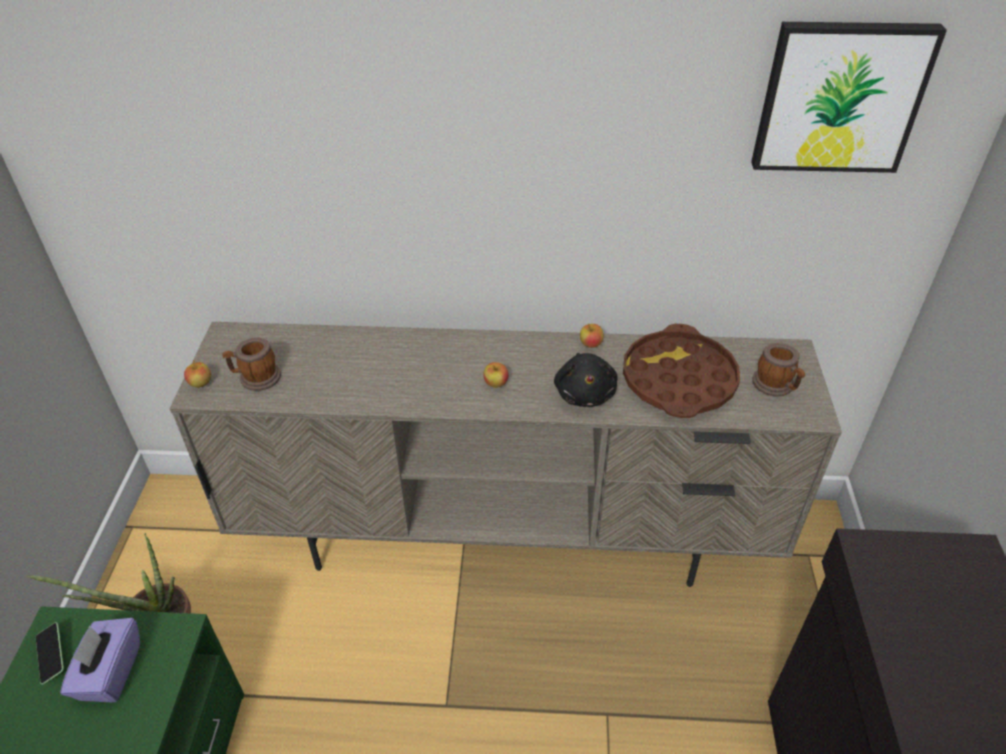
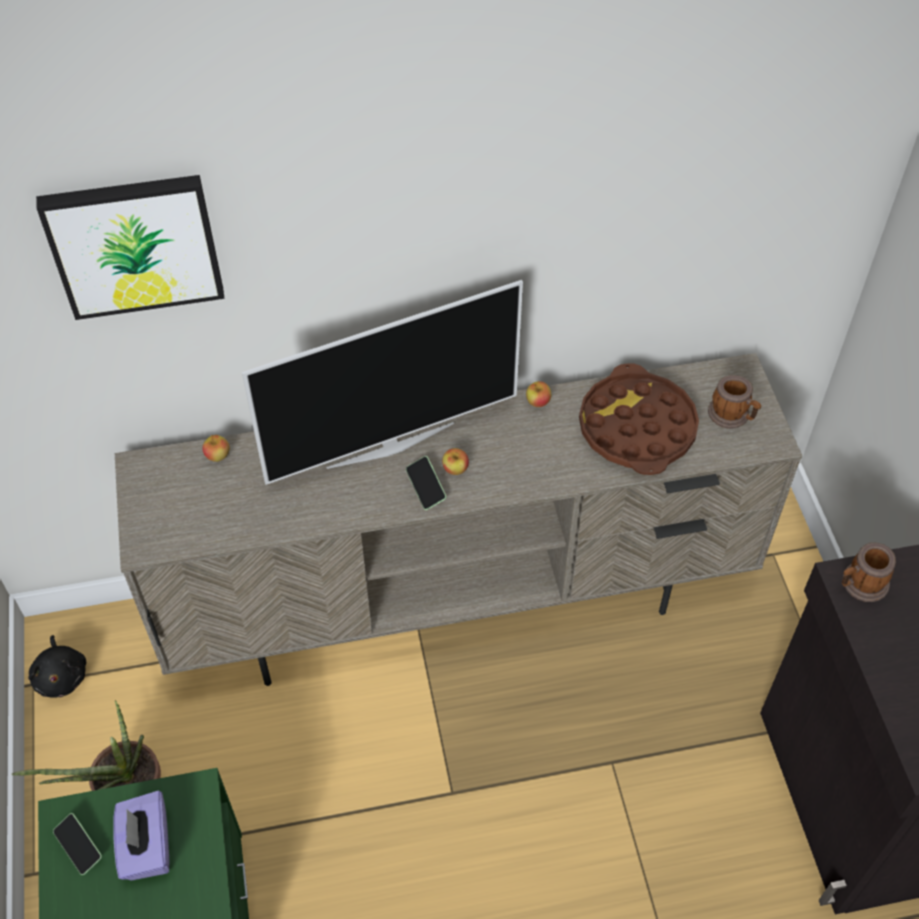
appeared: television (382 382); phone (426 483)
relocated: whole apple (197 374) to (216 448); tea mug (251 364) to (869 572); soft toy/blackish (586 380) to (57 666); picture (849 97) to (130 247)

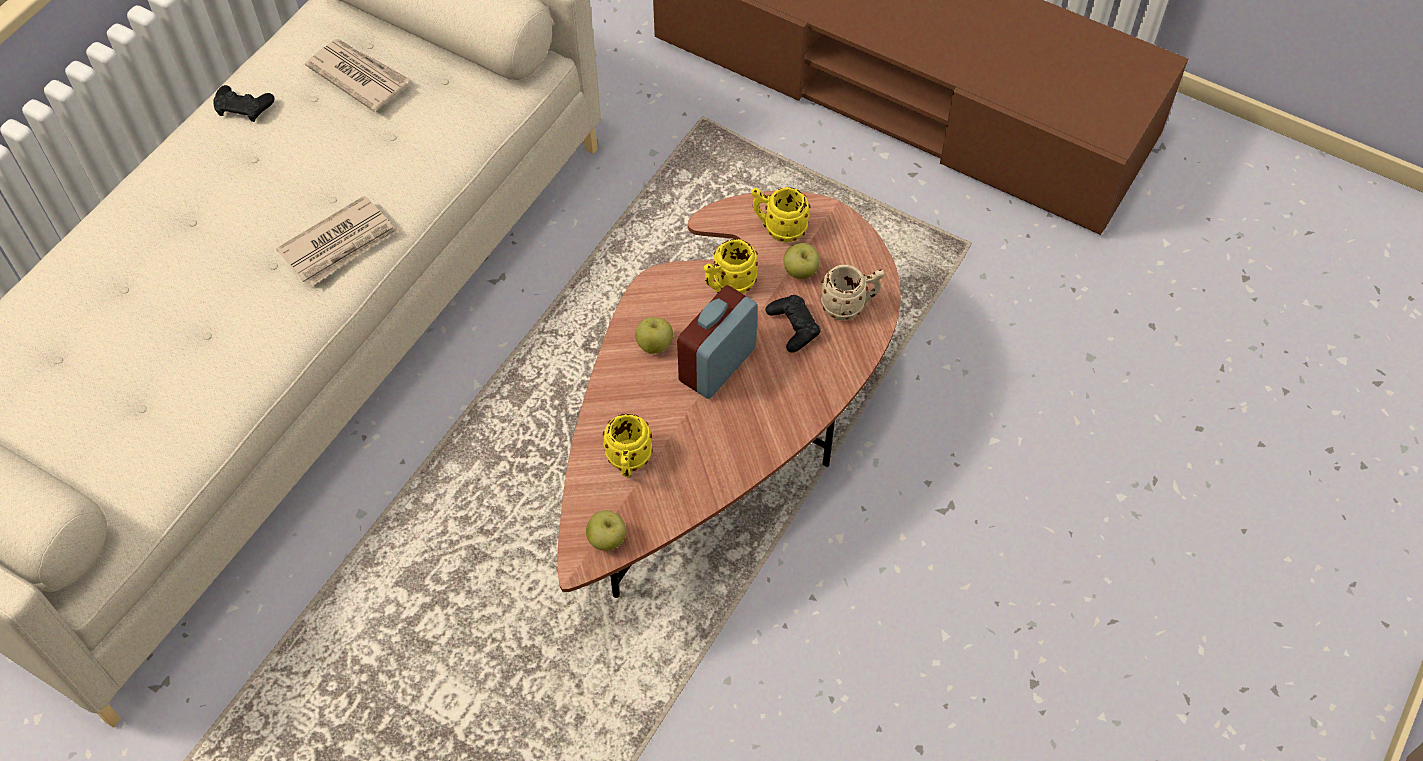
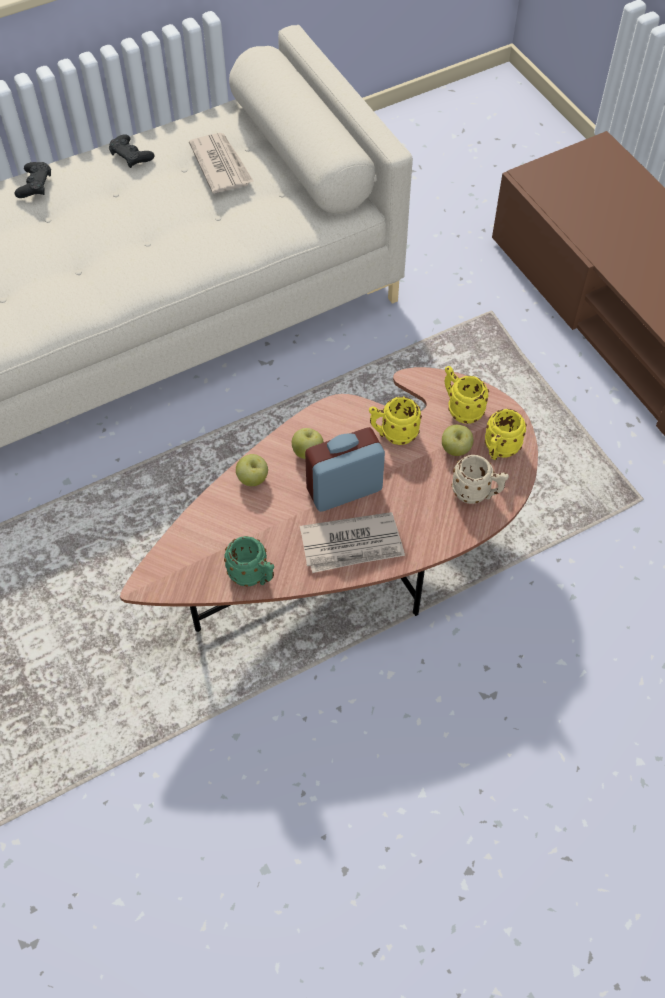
appeared: tea mug/green (249 561)
relocated: newspaper (337 241) to (352 542); whole apple (606 530) to (252 470); tea mug/yellowish (628 445) to (506 434); gamepad/blackish (793 324) to (32 180)

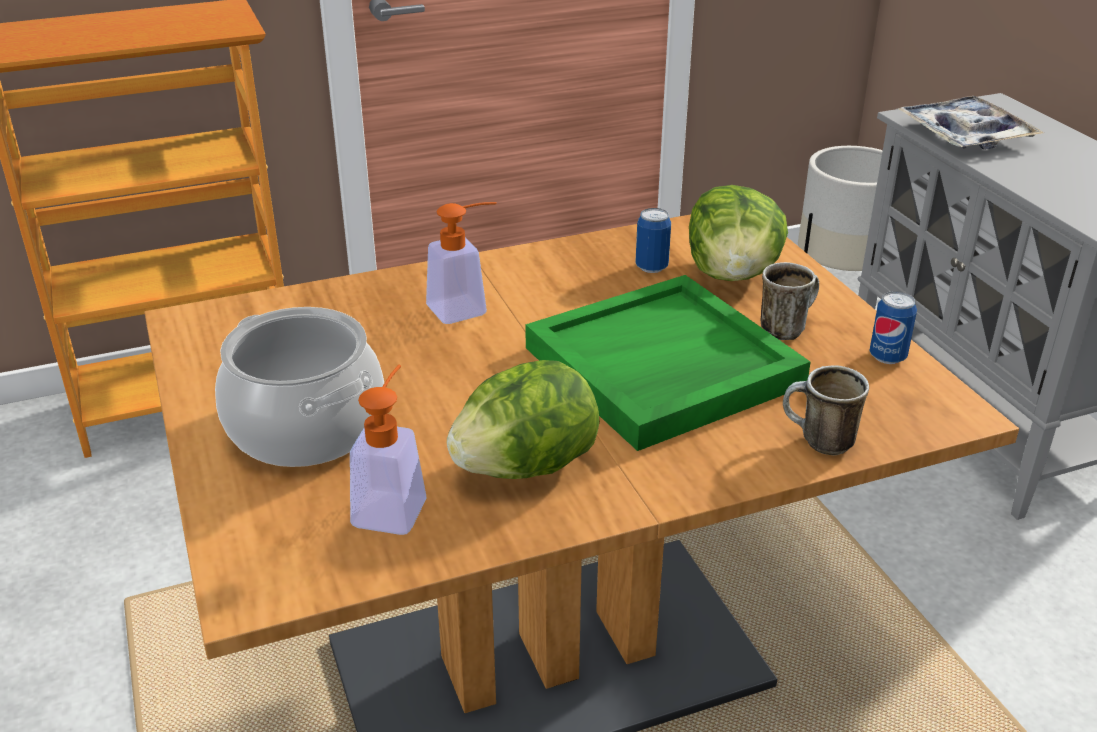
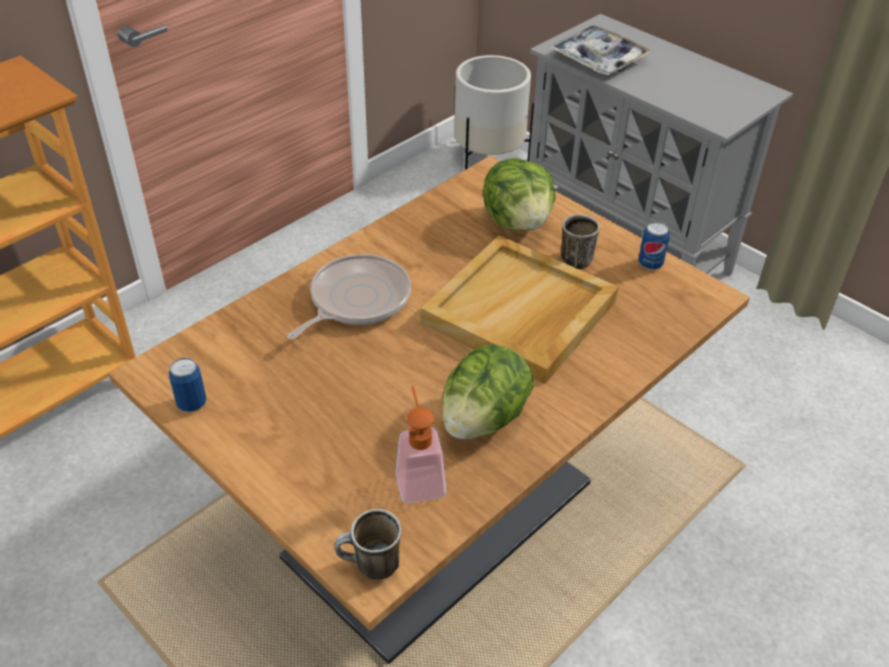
missing: saucepot (299 387)
relocated: can (653 240) to (187 384); tea mug (826 410) to (368 544)
exchanged: soap dispenser (461 263) to frying pan (349 297)
colour: serving tray/green (668 363) to serving tray/beige (519 309)

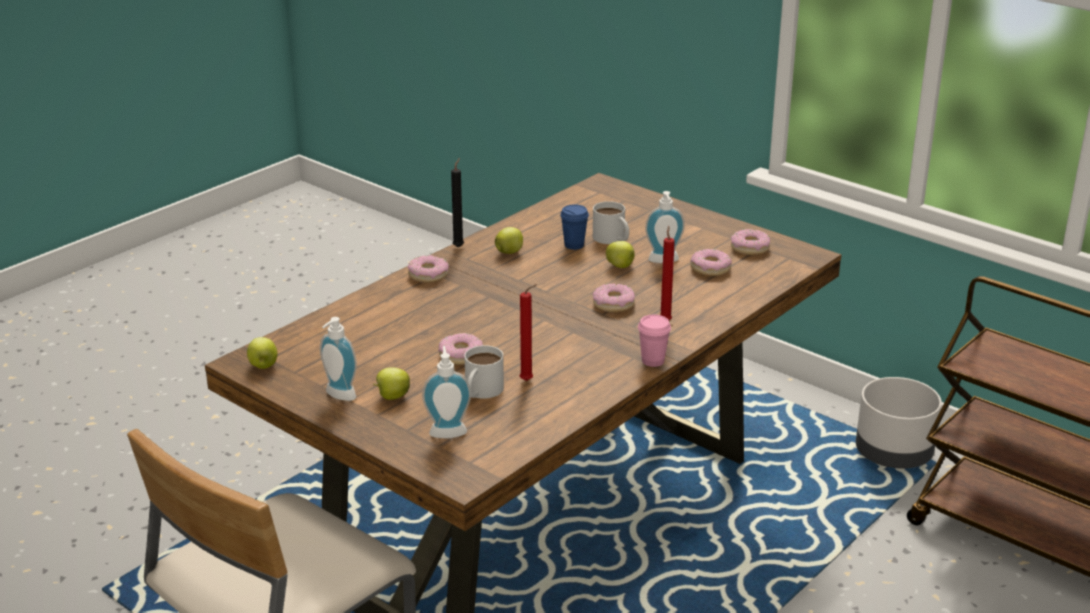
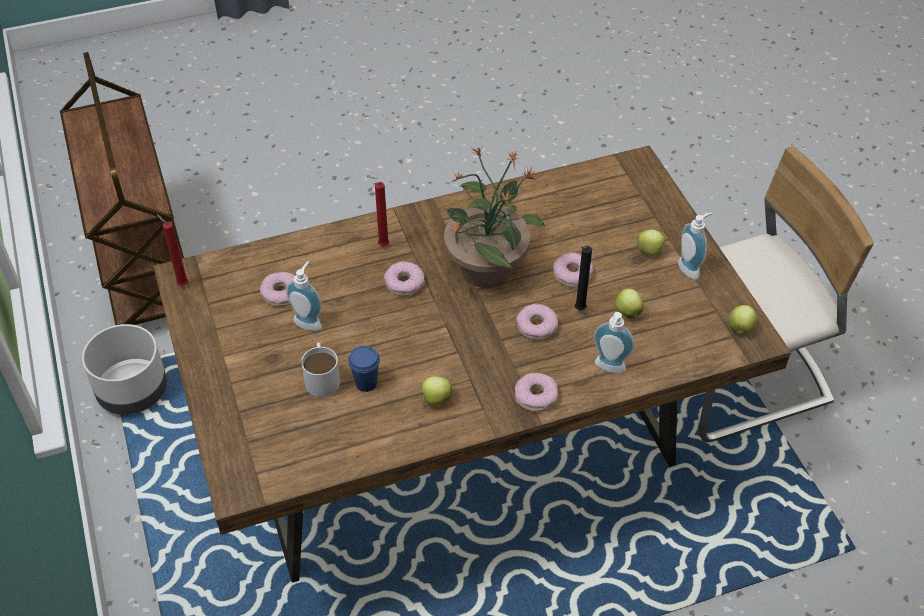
missing: tea mug/white-coloured (484 372); small cup/pink (654 341)
appeared: houseplant (494 217)
relocated: soap dispenser (446 392) to (614 342); wax light/blackish (457 202) to (583 278); wax light/reddish (529 332) to (172 250); whole apple (620 254) to (629 303); donut (750 242) to (537 322)

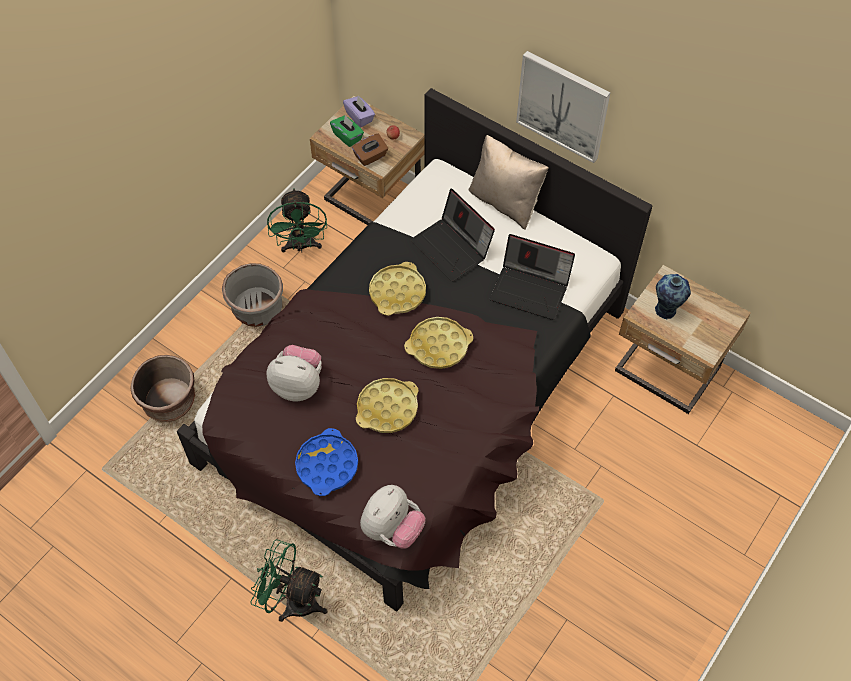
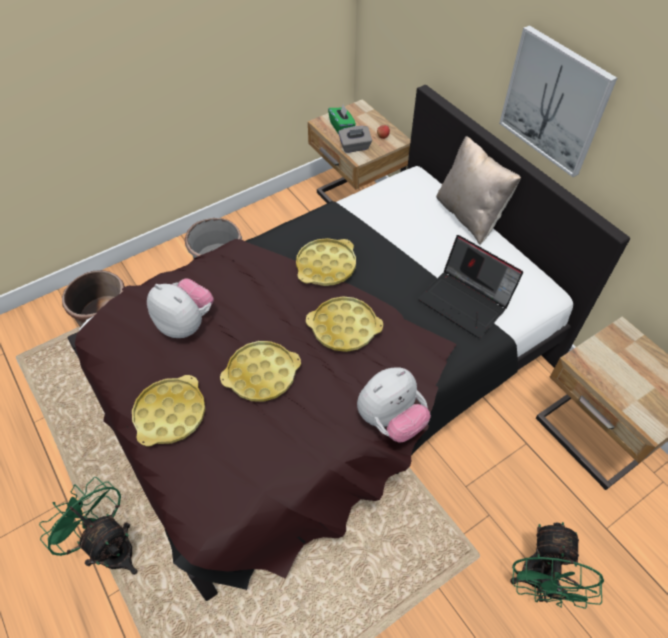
missing: box of tissues/purple-coloured (359 111); laptop (453 234); flower vase (673 297)
relocated: cooling fan/green (297 220) to (557 565); soft toy (392 517) to (394 404)
colour: serving tray/blue-coloured (326 462) to serving tray/yellowish (168 410); box of tissues/brown-coloured (370 150) to box of tissues/grey (355 139)

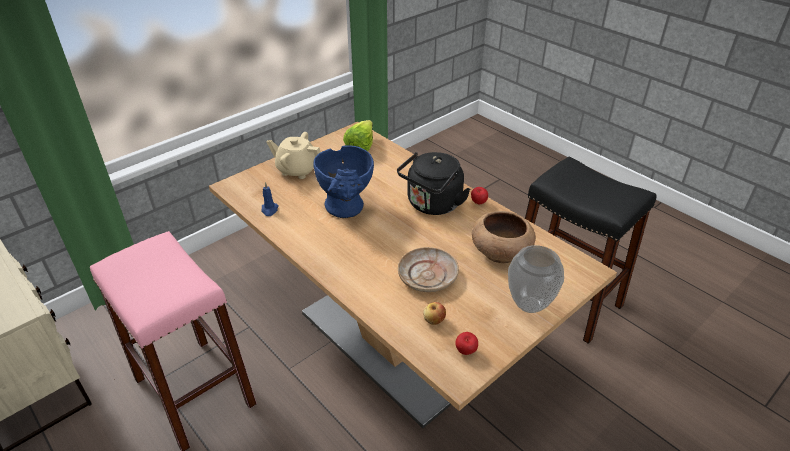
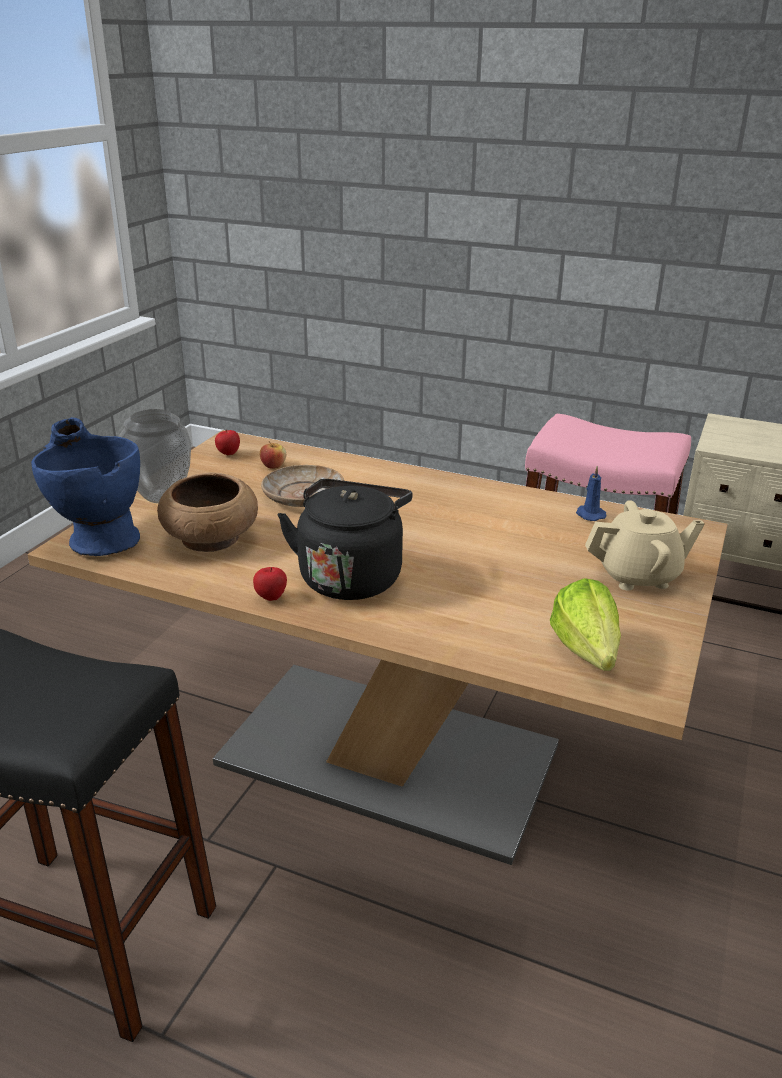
relocated: flower vase/blue-coloured (343 181) to (85 486)

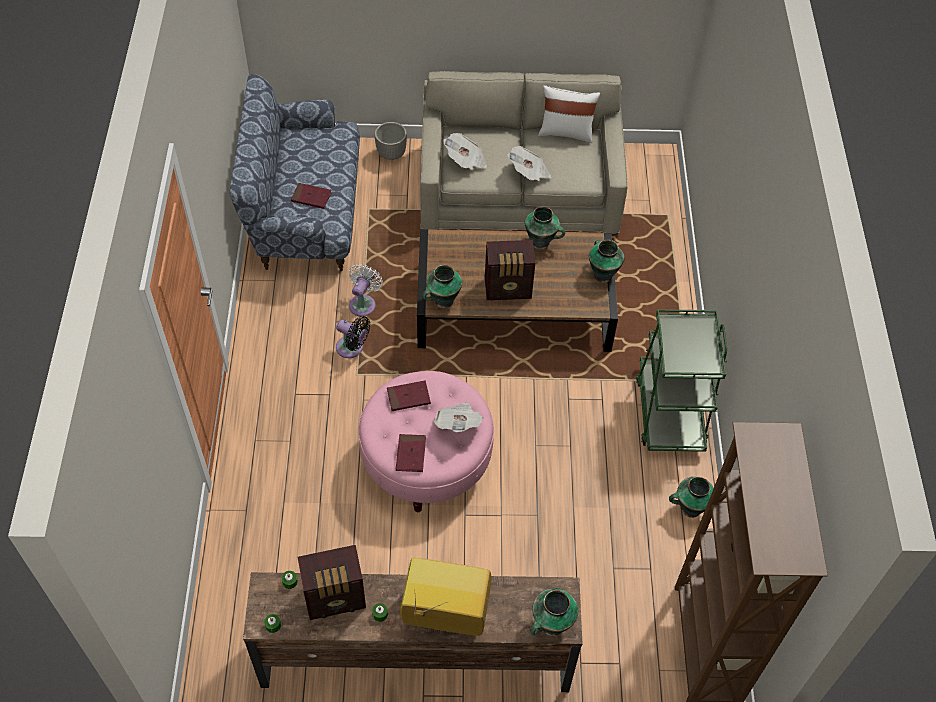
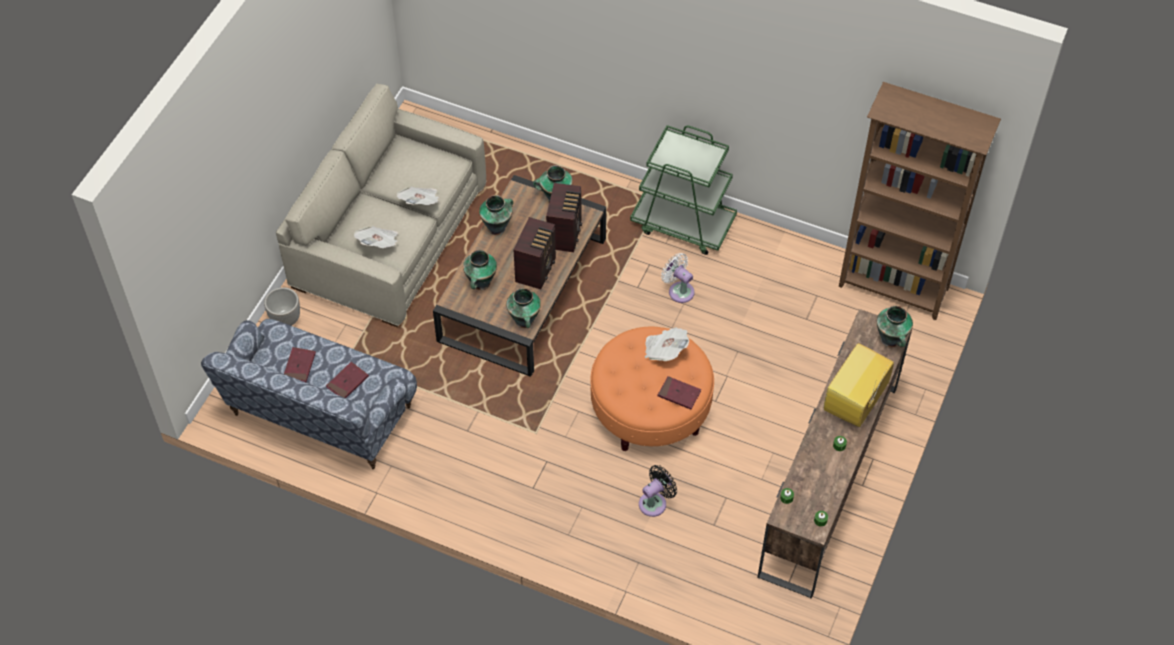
missing: pillow/white-coloured (569 114)
relocated: radio receiver (332 582) to (564 217); cooling fan/blackish (353 337) to (658 491); cooling fan/white-coloured (366 290) to (677 278); volume/reddish (409 396) to (300 364); flower vase (691 497) to (480 270)
colour: footrest/pink (426 441) to footrest/orange-coloured (652 389)

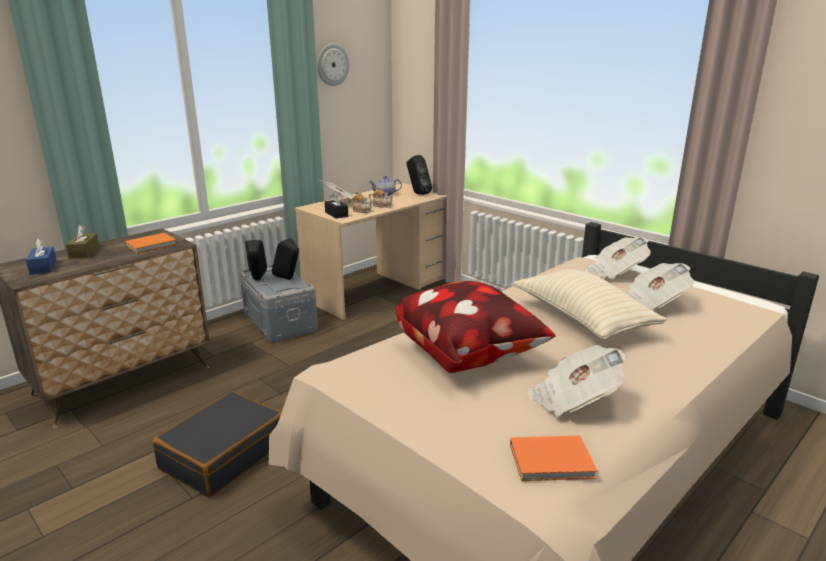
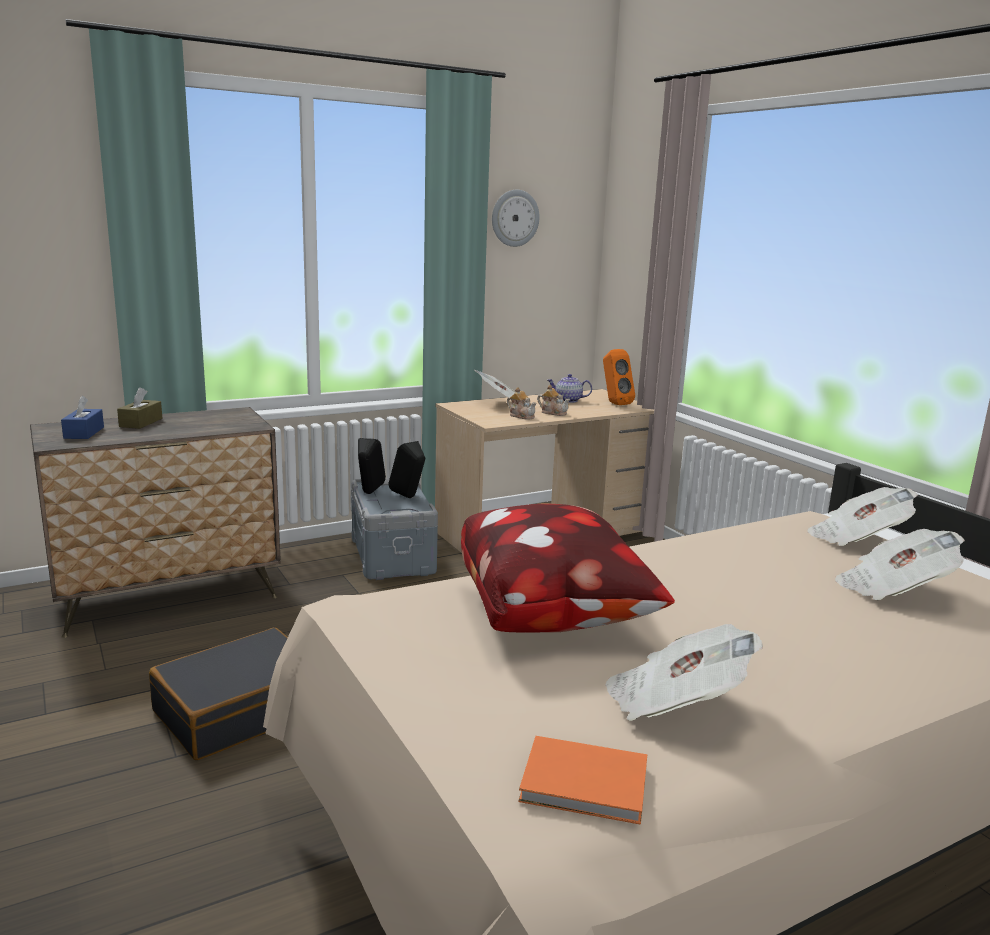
missing: volume/orange-coloured (151 243); box of tissues/blackish (336 206); pillow/beige (590 304)
colour: audio speaker/blackish (419 175) to audio speaker/orange-coloured (619 377)

